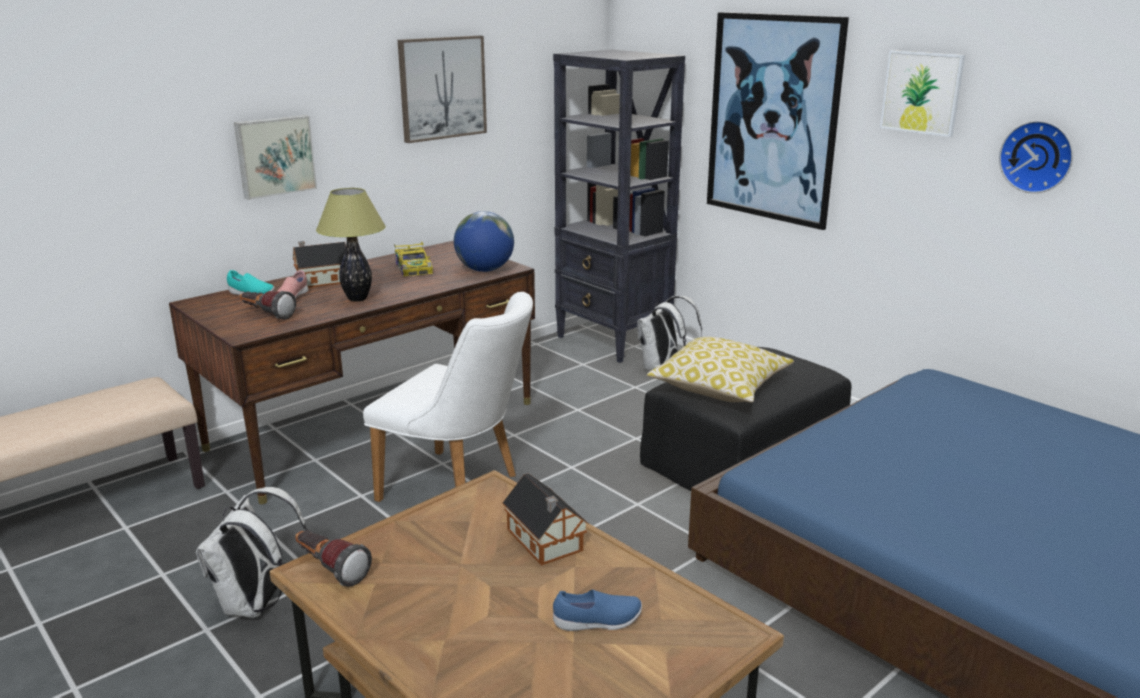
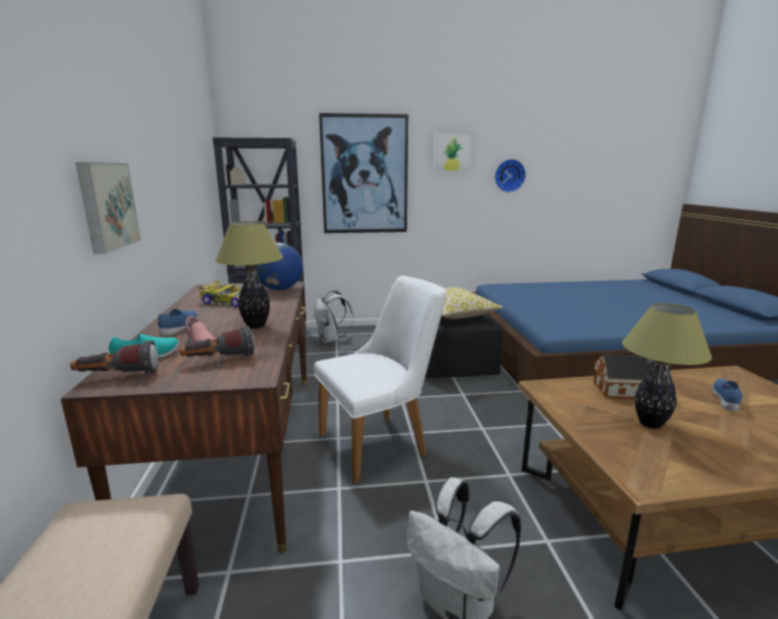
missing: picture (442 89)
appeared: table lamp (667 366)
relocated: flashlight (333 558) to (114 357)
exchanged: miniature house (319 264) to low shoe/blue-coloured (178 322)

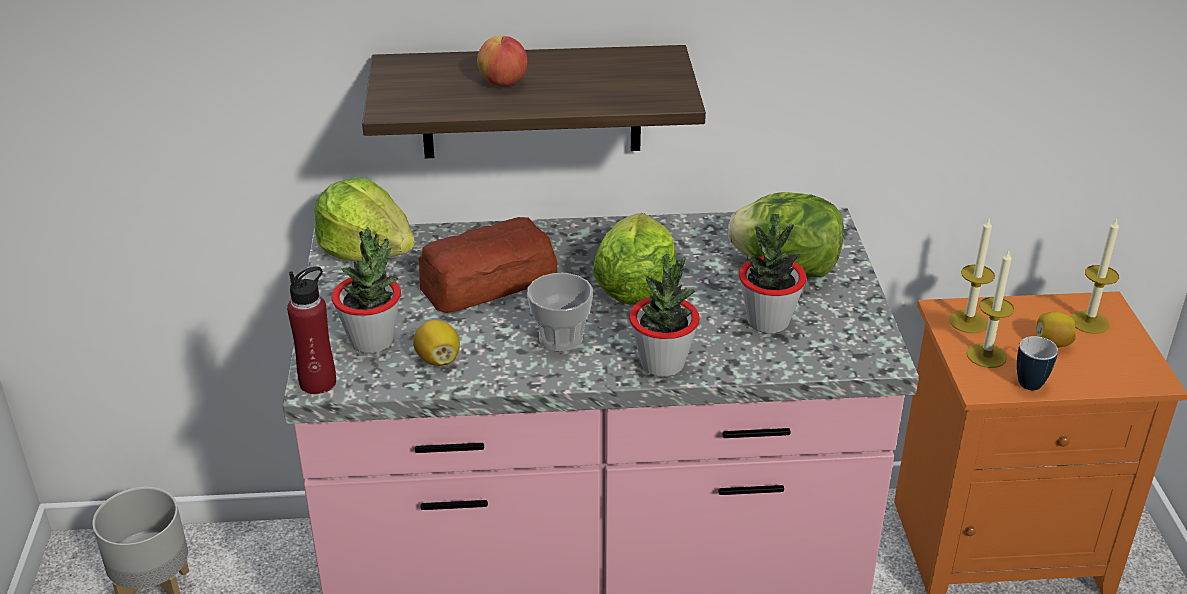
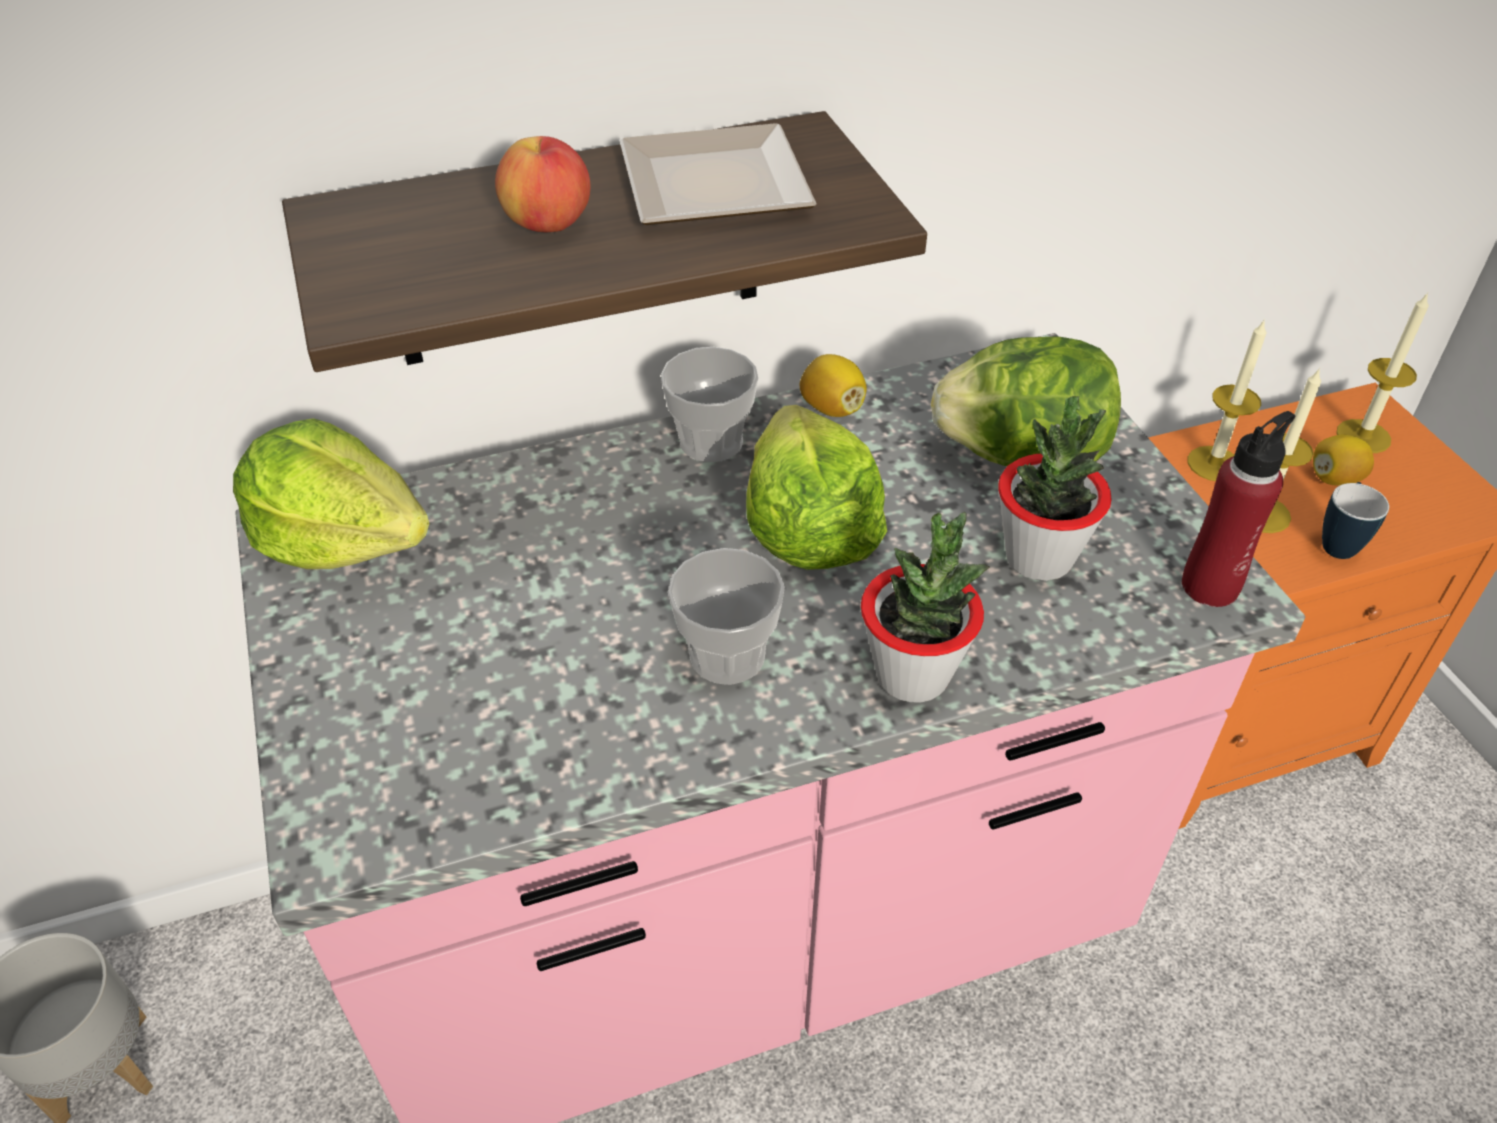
missing: houseplant (366 290); baked bread (487 265)
appeared: dinner plate (717 174); small cup (709 404)
relocated: bottle/reddish (311 330) to (1238 509); citrus fruit (436 343) to (833 385)

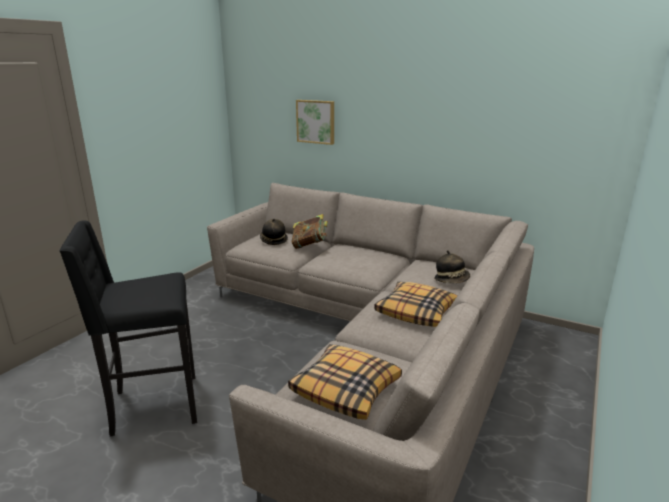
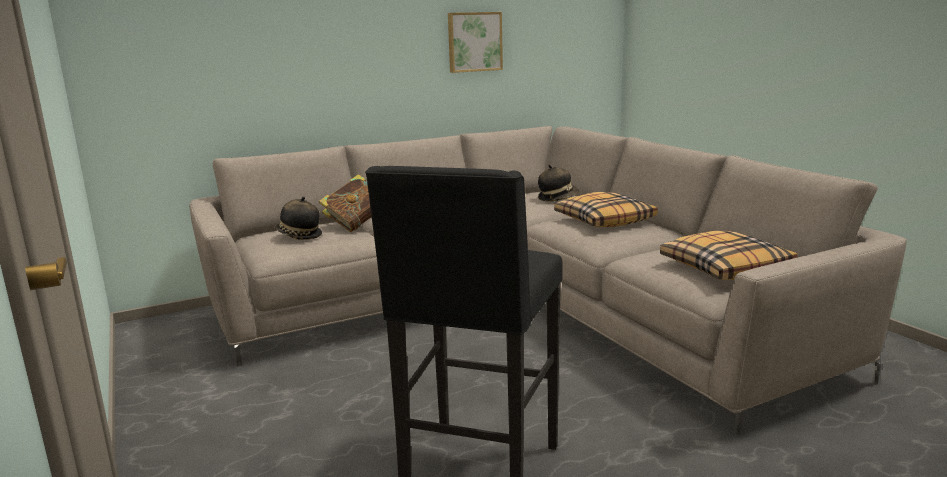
relocated: picture (315 122) to (475 42)

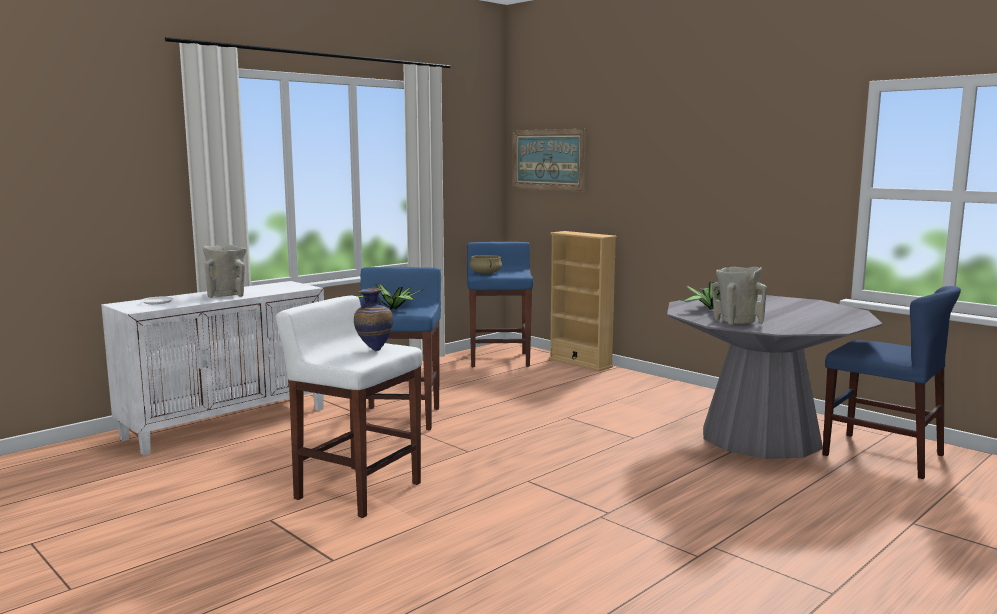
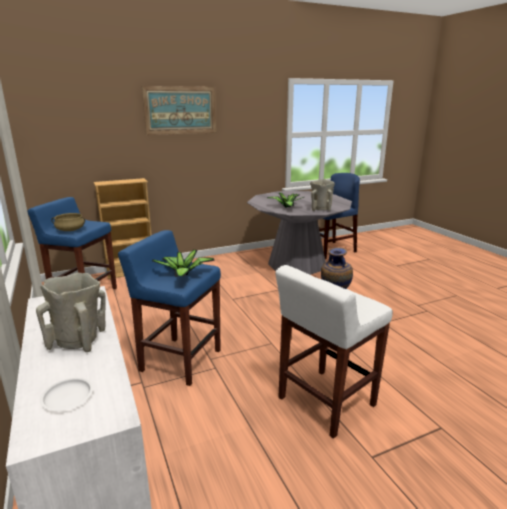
relocated: picture (549 160) to (179 110)

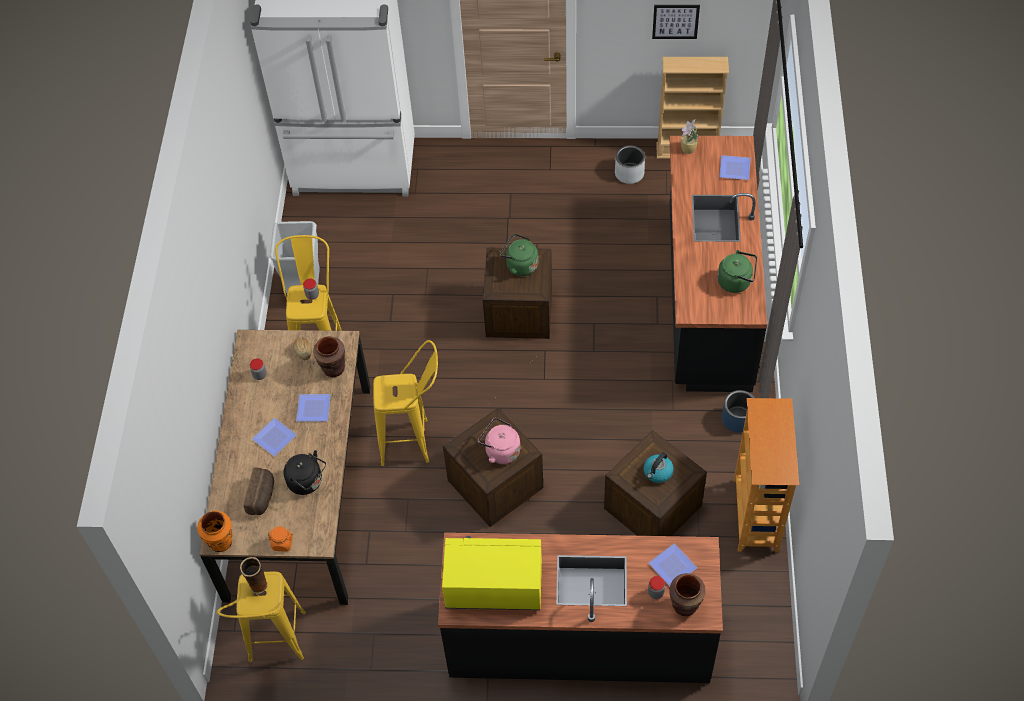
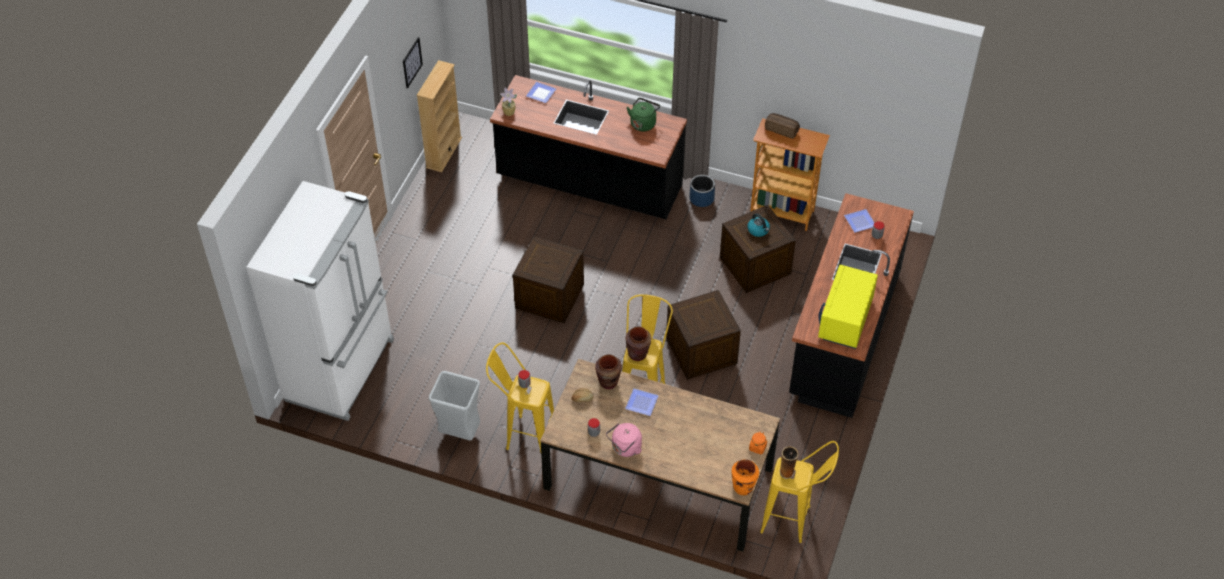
missing: dinner plate (274 437); tea kettle/blackish (304 472); tea kettle/green (519 255); flower pot/grey (630 164)
relocated: baked bread (258 491) to (782 126); tea kettle/pink (499 441) to (624 440); flower vase/brown-coloured (687 594) to (638 344)

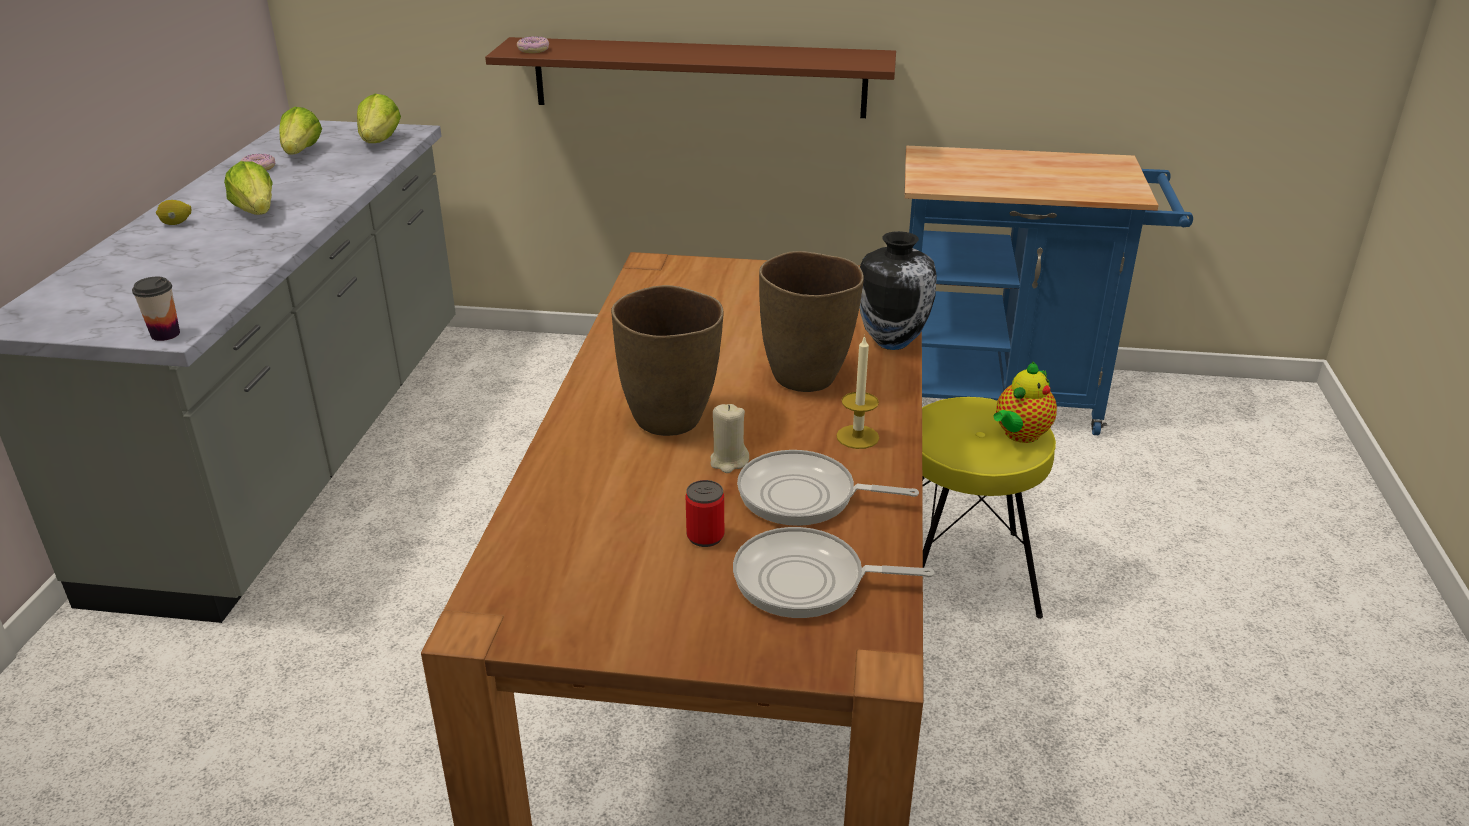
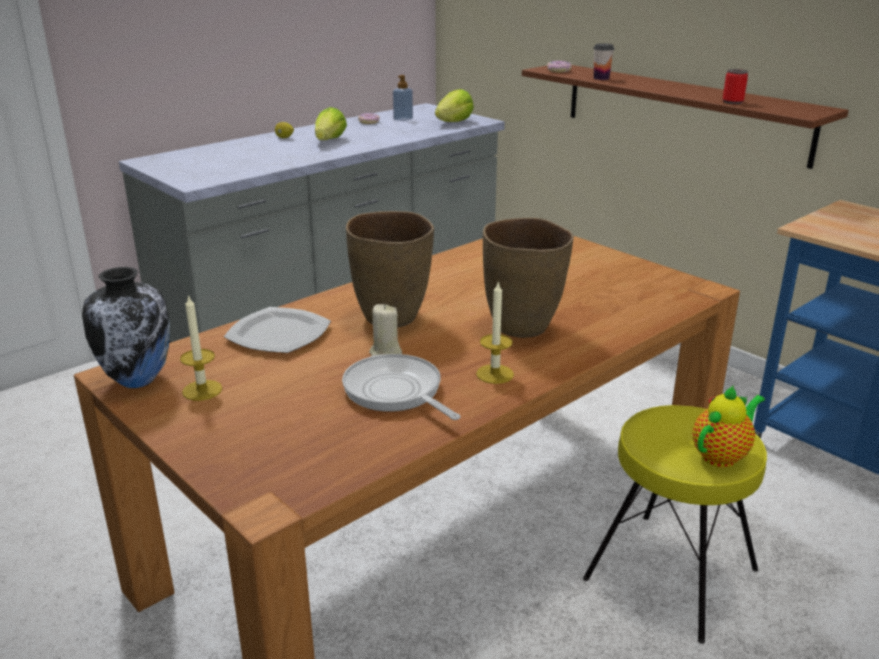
missing: frying pan (833 572)
appeared: wax light (201 347); dinner plate (277 330)
relocated: small cup (156 309) to (603 61); can (705 513) to (735 86); flower vase (898 290) to (126 327)
exchanged: lettuce (300 131) to soap dispenser (403 98)
spun: tea pot (1025 402) = (728 426) 150 degrees clockwise

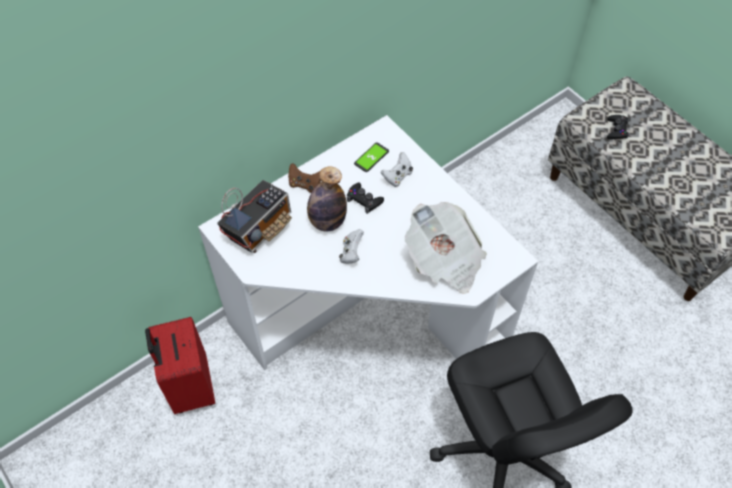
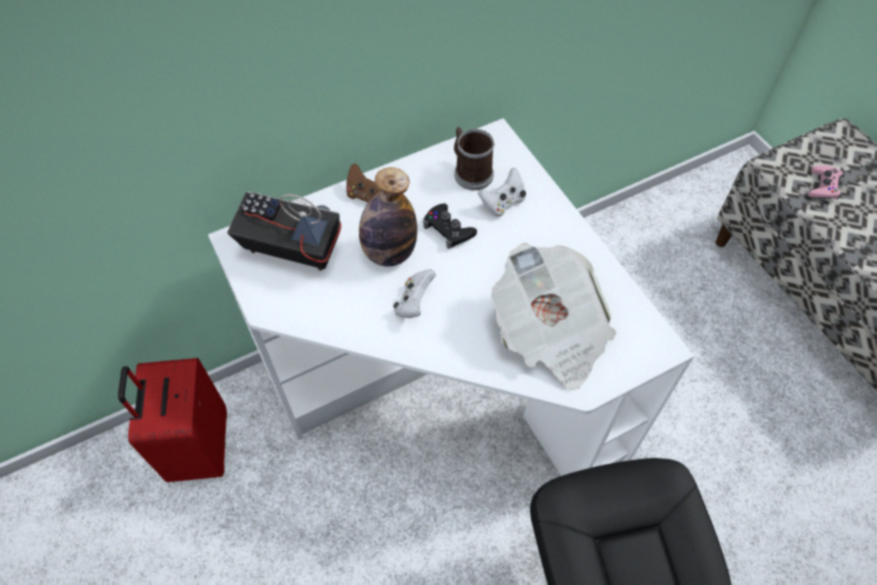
exchanged: phone (371 157) to tea mug (474 158)
colour: gamepad/blackish (618 127) to gamepad/pink (826 182)
spun: radio receiver (254 216) = (284 231) 120 degrees counterclockwise

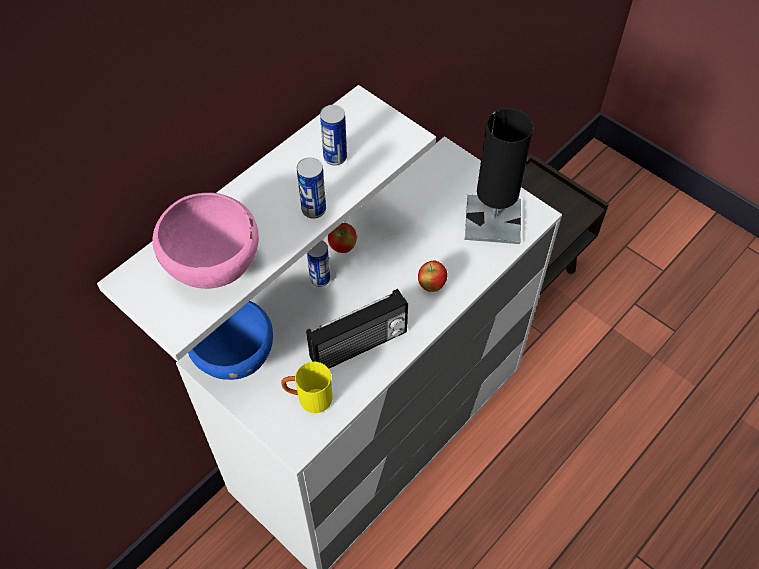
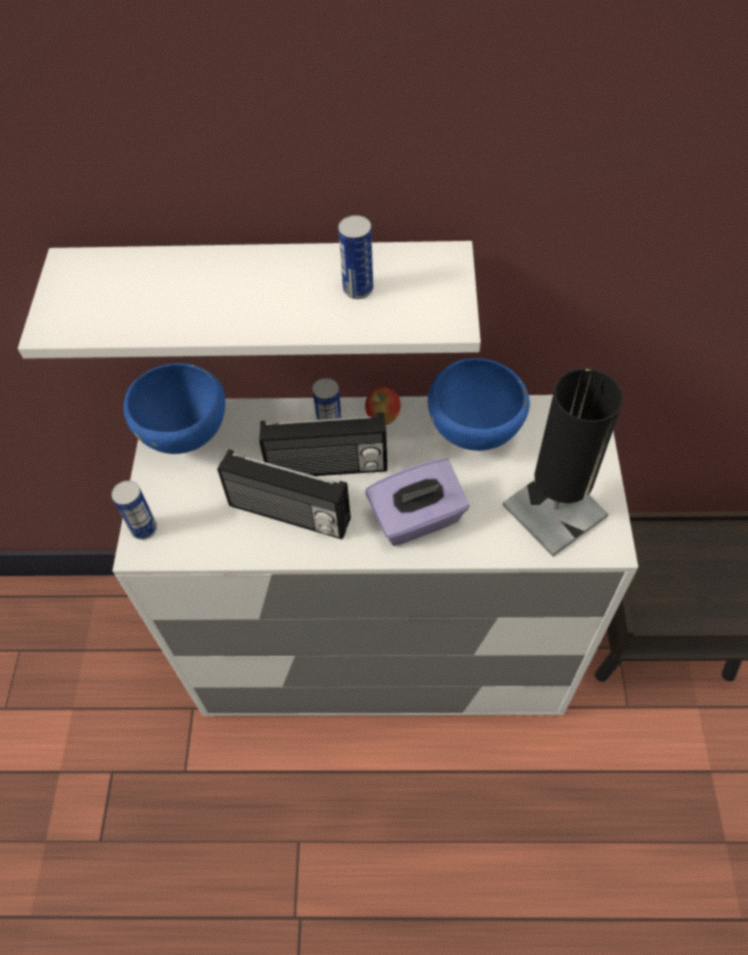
missing: bowl/pink (205 241); tea mug/yellowish (307 387)
appeared: radio receiver (323 444); bowl/blue-coloured (479 404)
relocated: can (311 188) to (134 510)
exchanged: whole apple (433 276) to box of tissues/purple-coloured (417 502)

